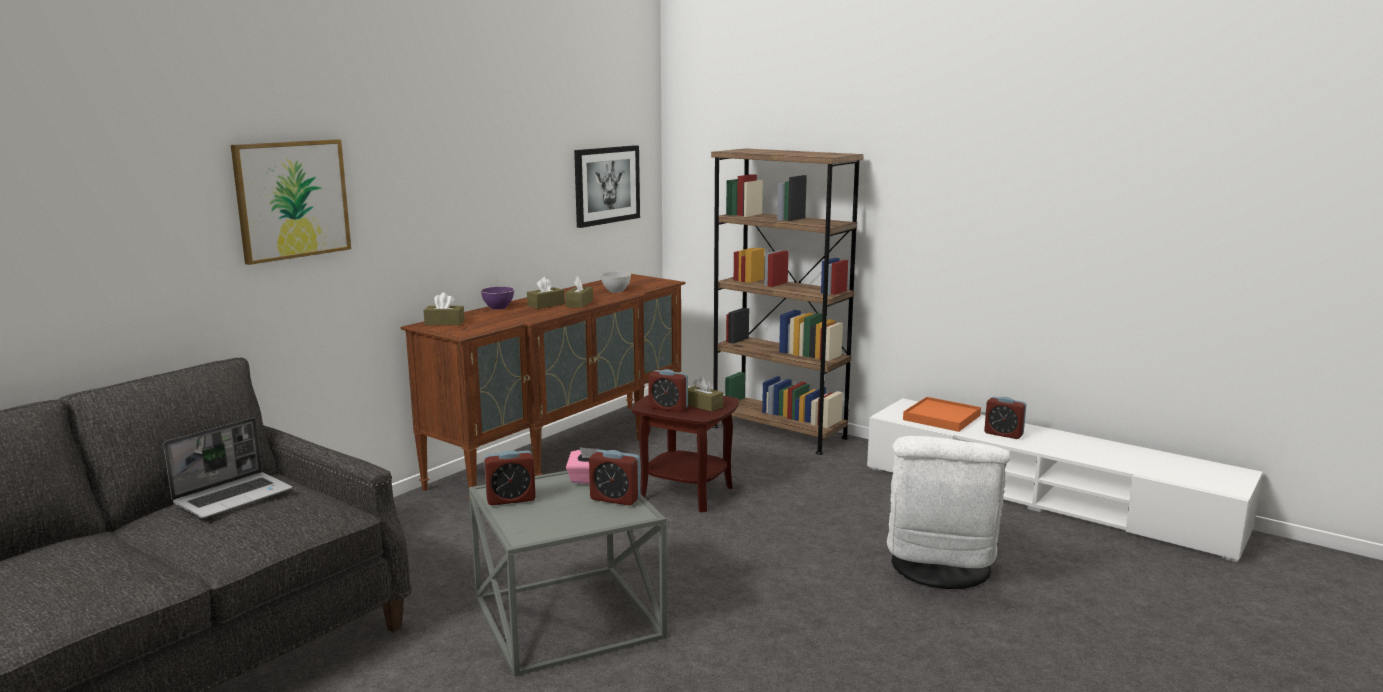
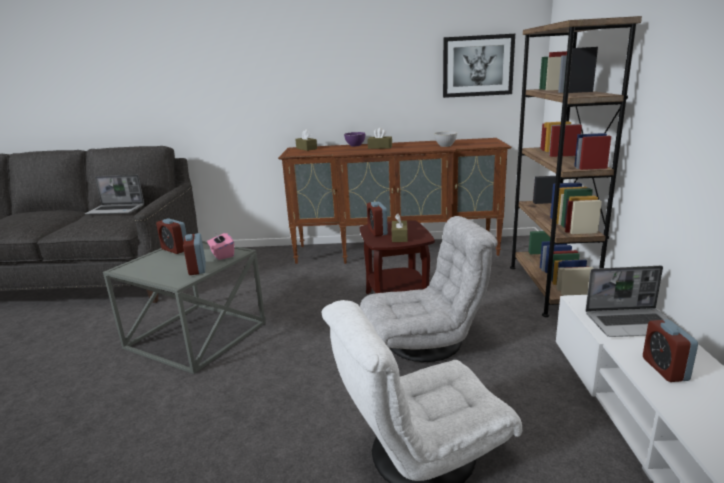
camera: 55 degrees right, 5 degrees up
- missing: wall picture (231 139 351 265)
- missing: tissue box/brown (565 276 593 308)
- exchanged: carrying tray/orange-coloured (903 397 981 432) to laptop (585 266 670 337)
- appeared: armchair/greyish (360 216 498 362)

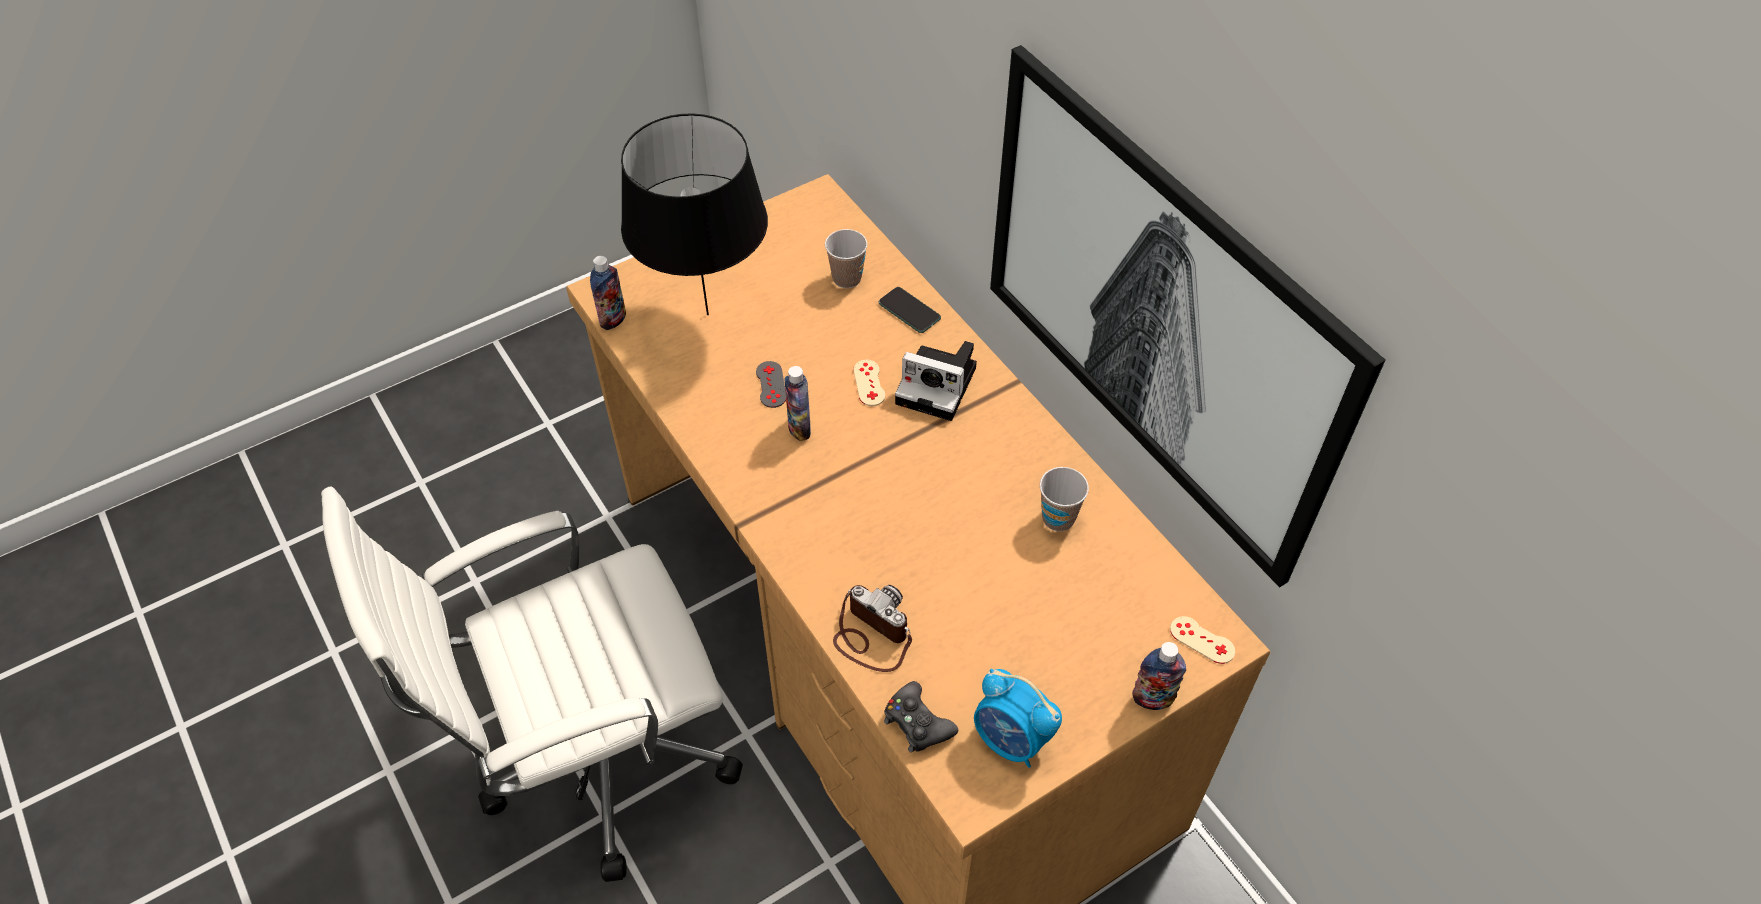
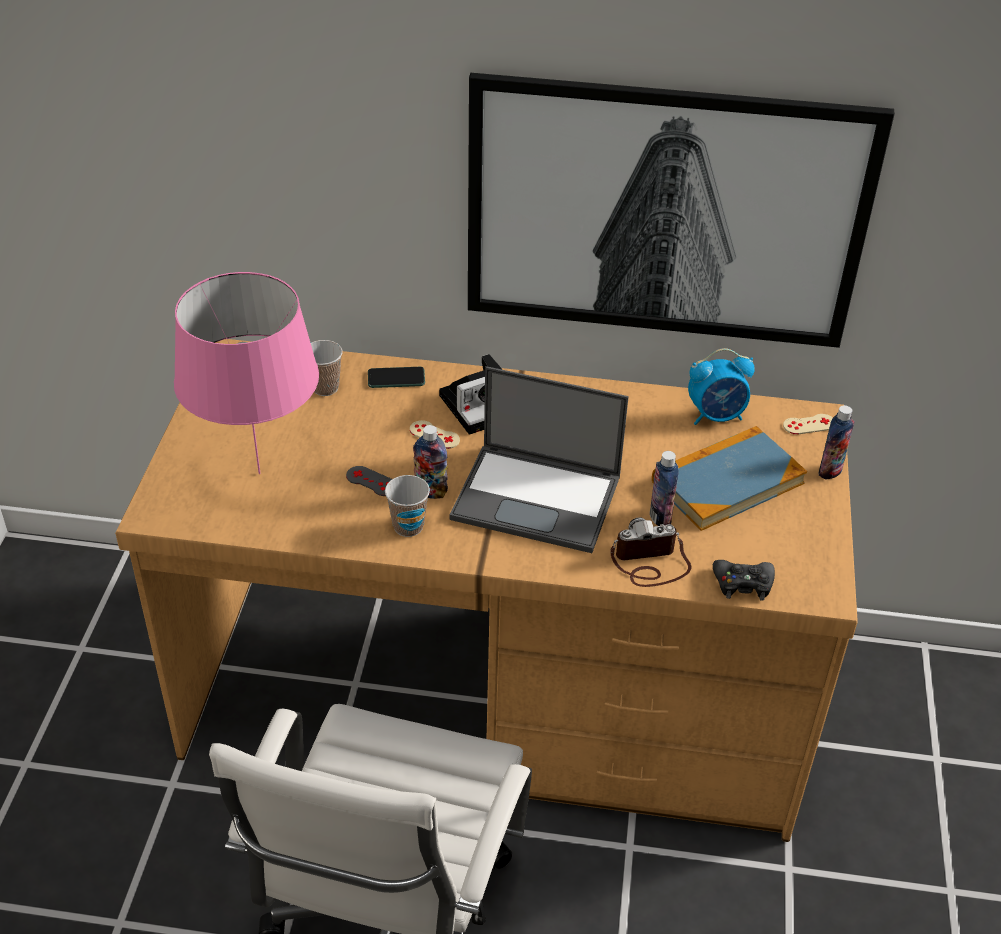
camera: 50 degrees left, 10 degrees down
- colour: table lamp/black-coloured (621 113 768 315) to table lamp/pinkish (174 272 319 474)
- relocated: bottle (590 256 626 330) to (650 451 679 526)
- relocated: cup (1040 467 1089 531) to (385 475 430 537)
- relocated: table clock (974 669 1062 768) to (688 348 755 425)
- appeared: laptop (450 366 629 553)
- appeared: volume (652 426 807 531)

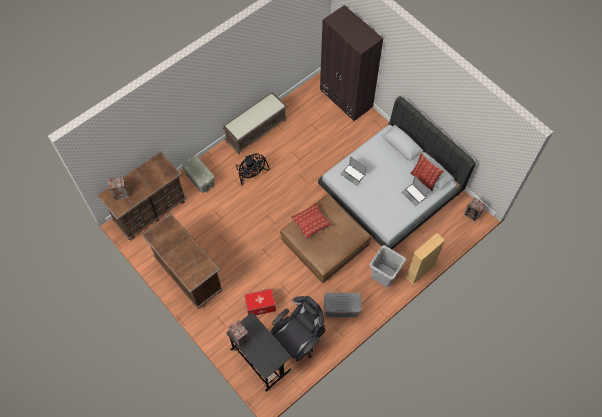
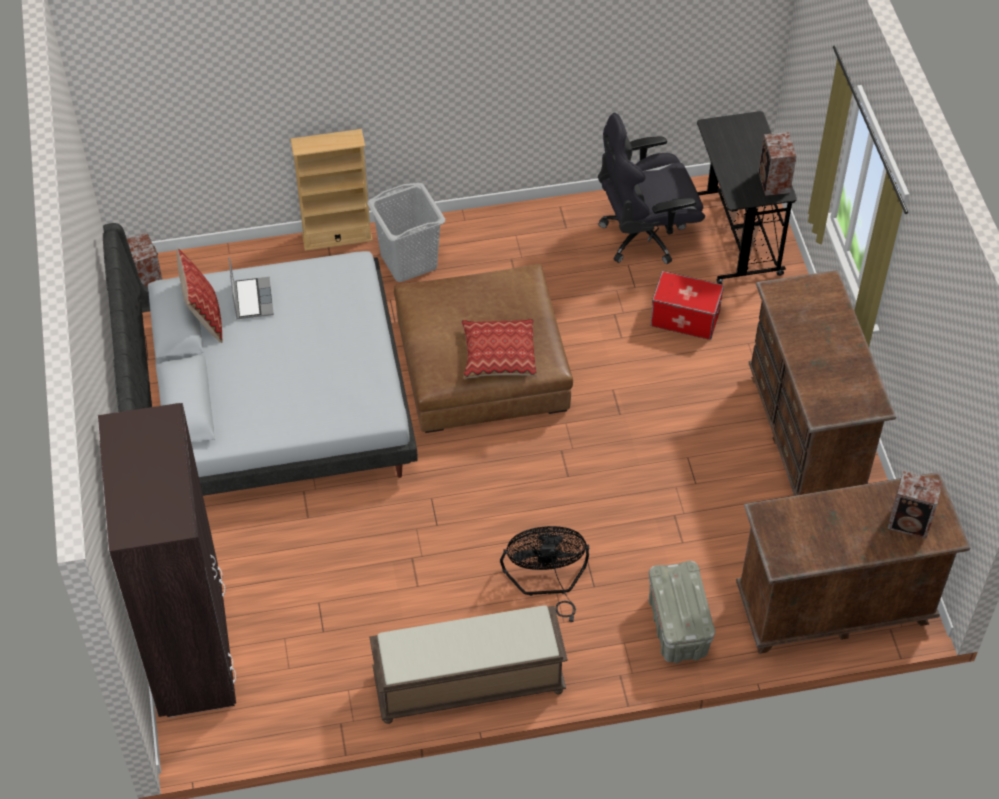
camera: 150 degrees left, 10 degrees down
- missing: laptop (340 156 367 186)
- missing: storage box/greyish (324 292 361 318)

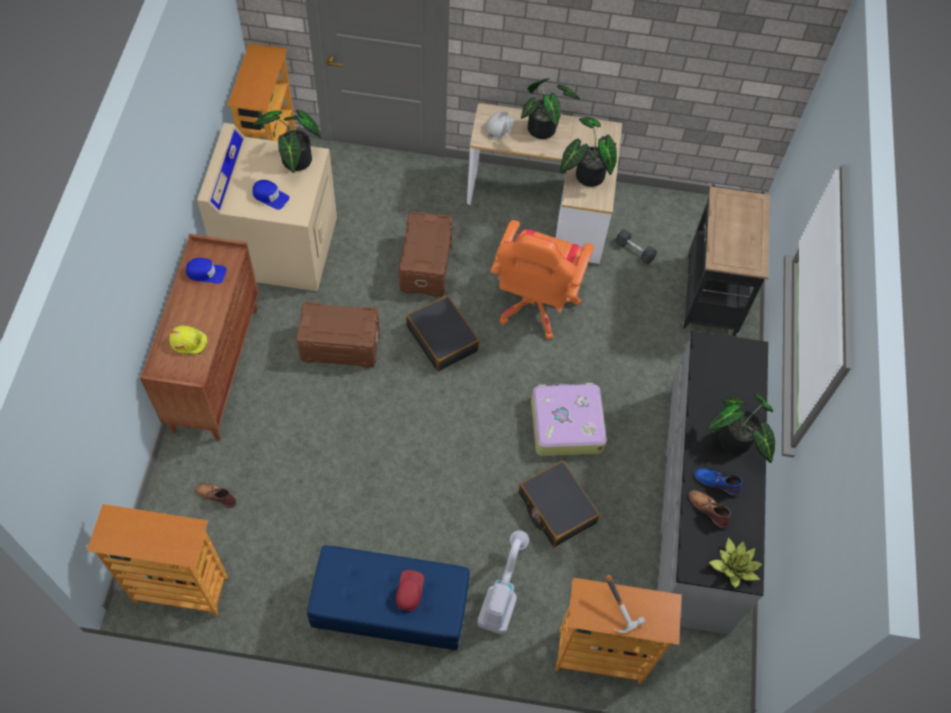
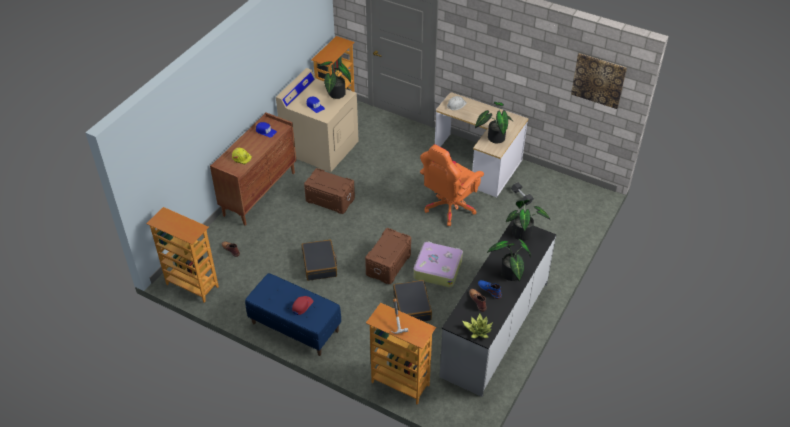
camera: 25 degrees right, 15 degrees down
- relocated: plant in a pot (521 78 580 139) to (506 199 551 241)
- missing: wheeled cart/black-coloured (682 184 770 336)
- relocated: storage box/brown (399 211 453 297) to (365 228 411 284)
- relocated: piece of luggage/black-coloured (406 295 480 371) to (302 239 337 281)
- missing: vacuum (477 530 529 634)
- appeared: wall picture (571 53 627 109)

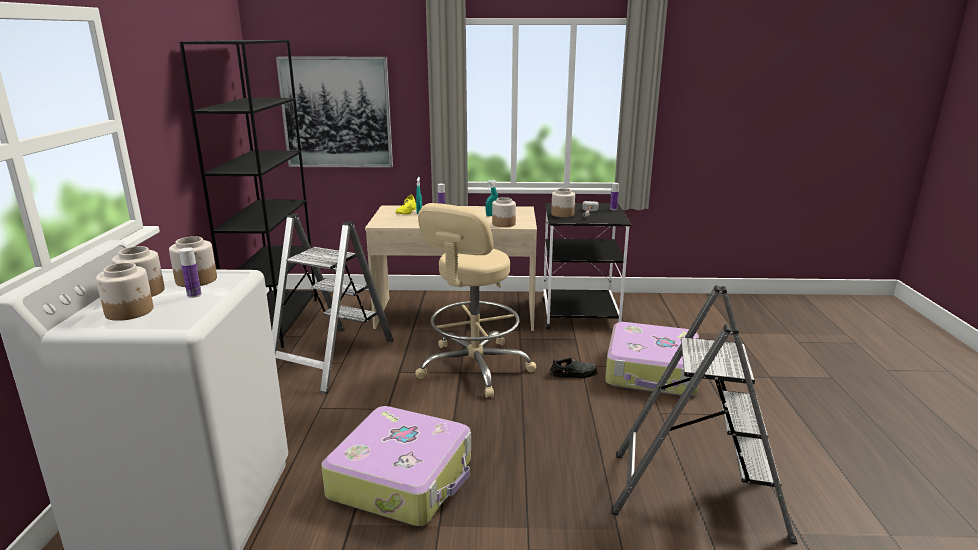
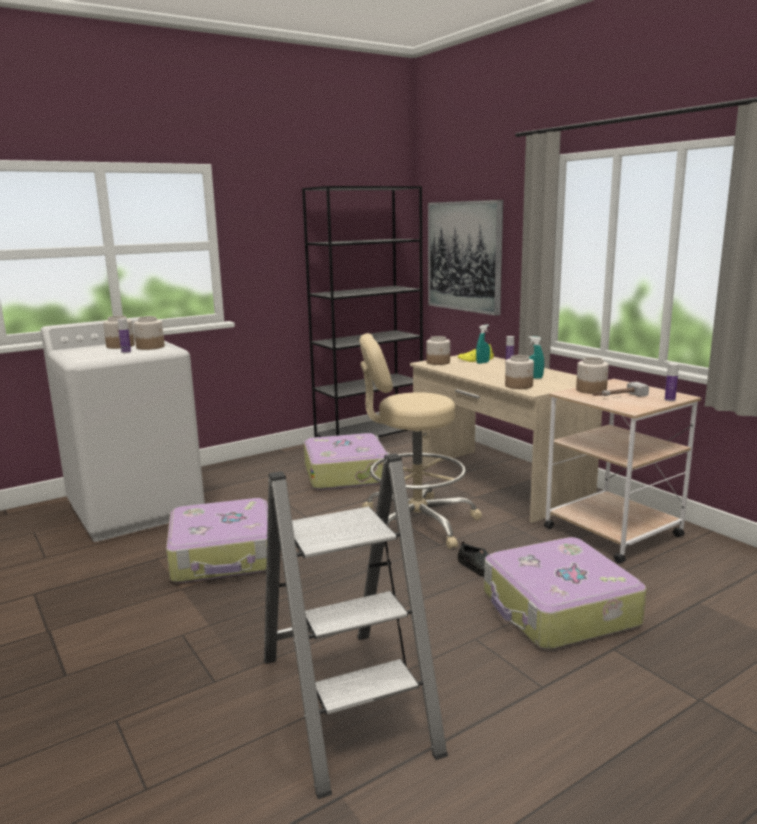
camera: 55 degrees right, 5 degrees down
- colour: wheeled cart/black-coloured (542 203 632 330) to wheeled cart/sand-coloured (544 379 701 564)
- exchanged: step stool/greyish (272 214 394 394) to piece of luggage (304 433 390 490)
- relocated: storage jar (96 263 154 321) to (426 336 450 365)

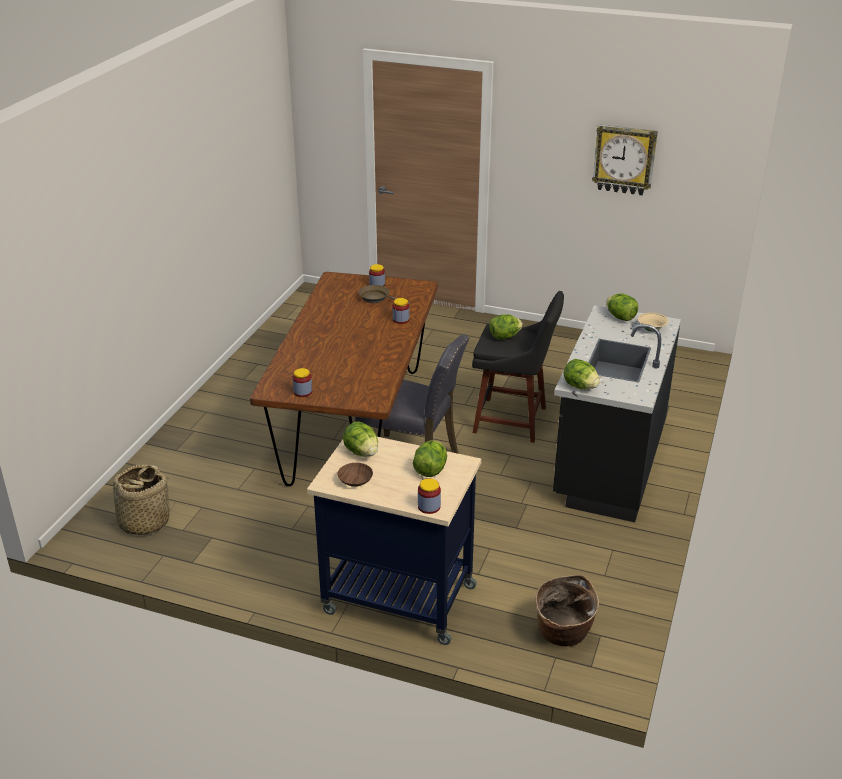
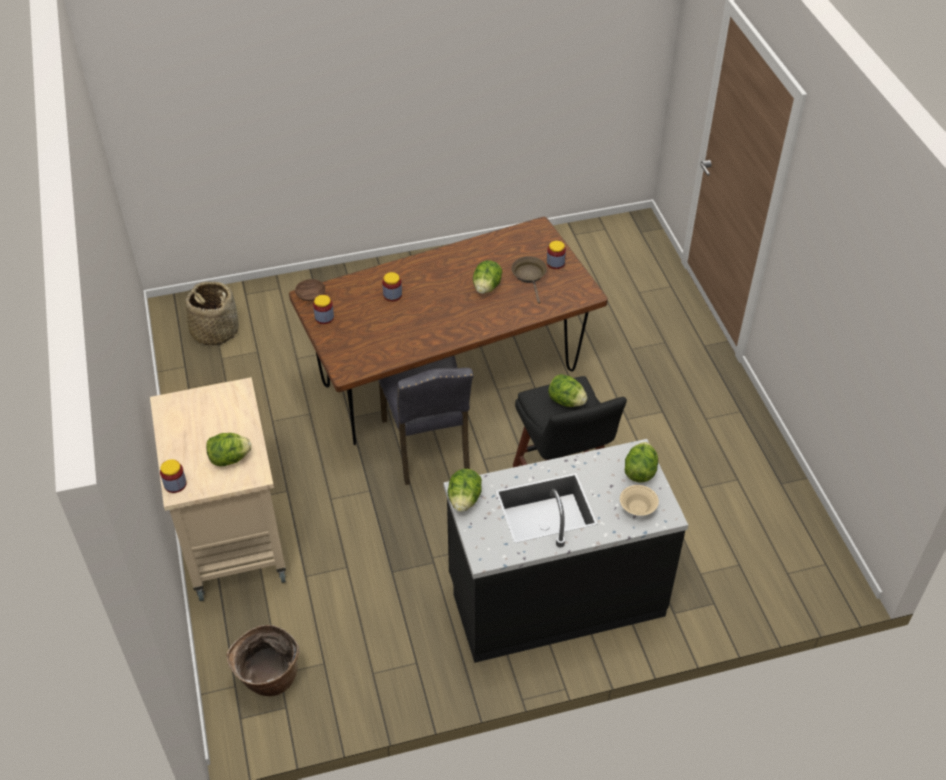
camera: 55 degrees right, 15 degrees up
- missing: wall clock (592 124 658 195)
- relocated: storage jar (393 298 409 324) to (382 272 402 301)
- relocated: lettuce (343 421 378 457) to (473 260 502 294)
- colour: wheeled cart/blue (307 437 481 645) to wheeled cart/sand-coloured (150 377 286 601)
- relocated: serving bowl/brown (338 463 373 487) to (295 279 325 301)

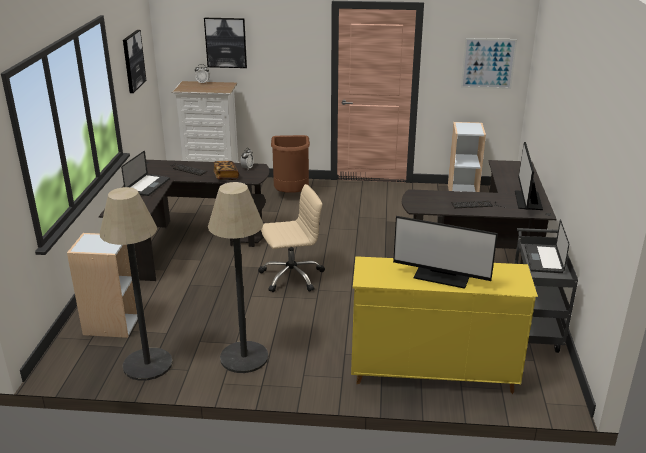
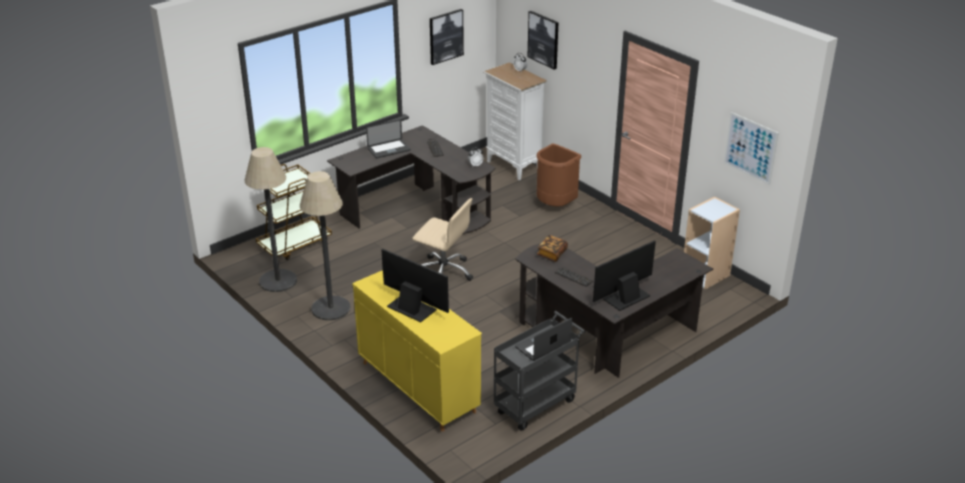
camera: 45 degrees right, 5 degrees up
- relocated: volume (214 161 239 180) to (537 235 568 262)
- spun: computer display (393 216 498 289) = (381 249 449 322) 150 degrees clockwise
- exchanged: bookcase (67 233 138 338) to wheeled cart/brown (256 164 332 260)

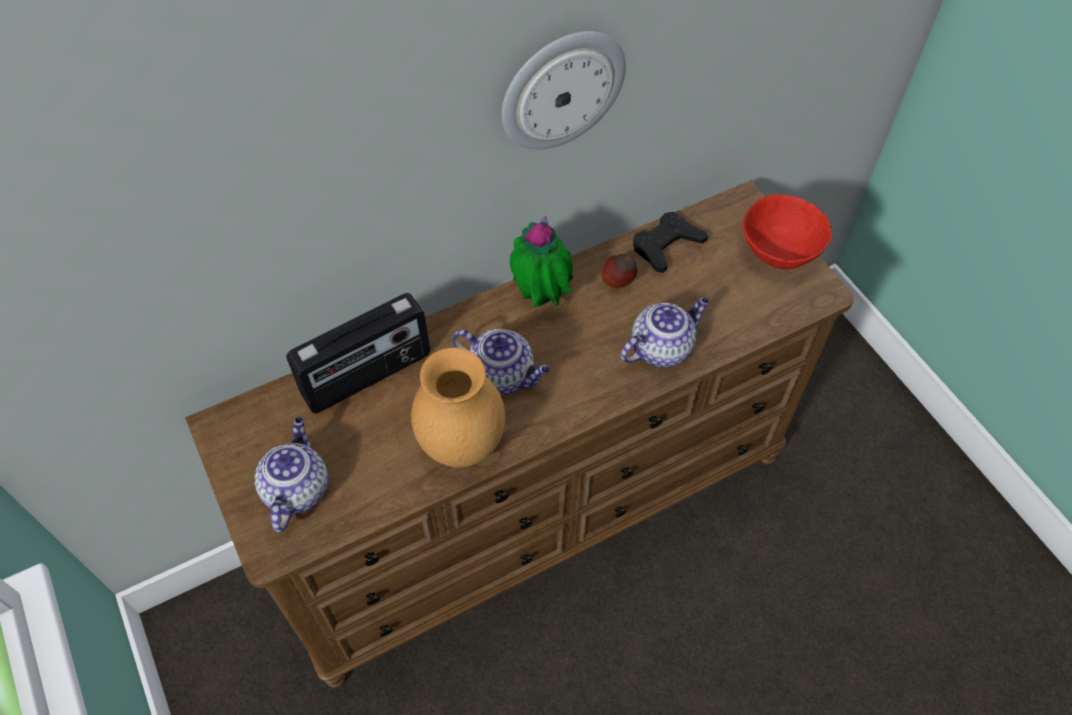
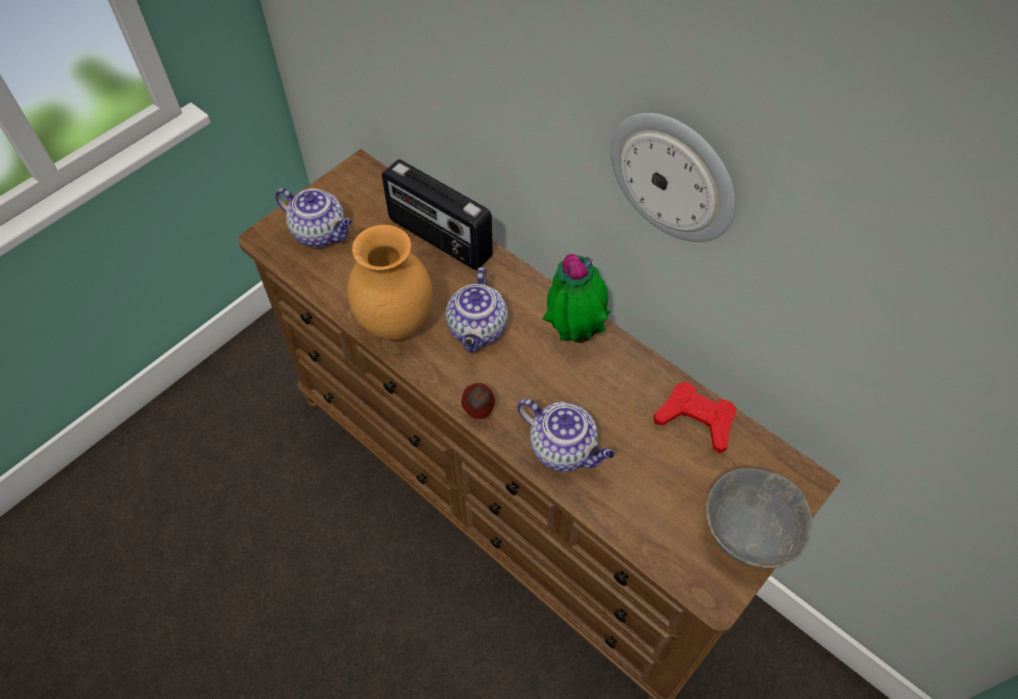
camera: 70 degrees right, 0 degrees up
- colour: serving bowl/red (743 194 832 269) to serving bowl/greyish (706 468 813 568)
- colour: gamepad/black-coloured (633 212 708 273) to gamepad/red (653 382 736 454)
- relocated: apple fruit (602 254 637 289) to (461 383 495 419)
- spun: tea pot (255 417 328 532) = (275 188 352 247) 45 degrees clockwise

